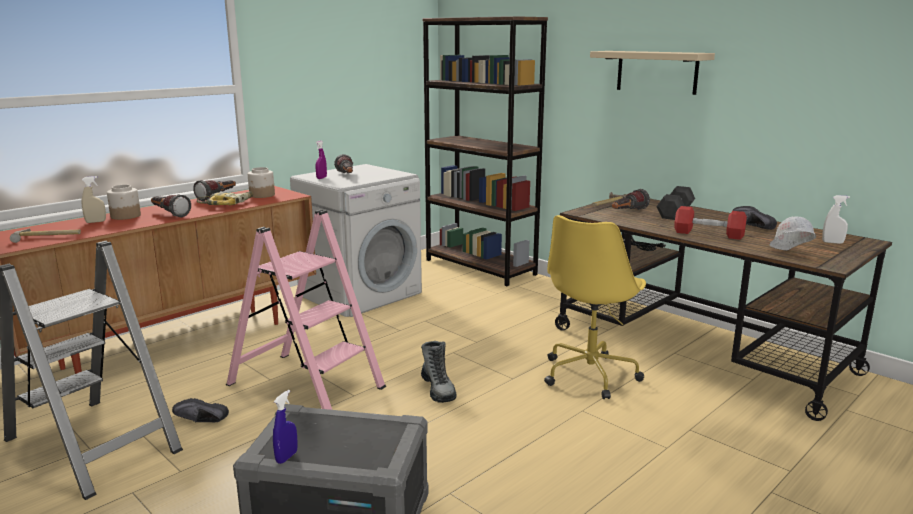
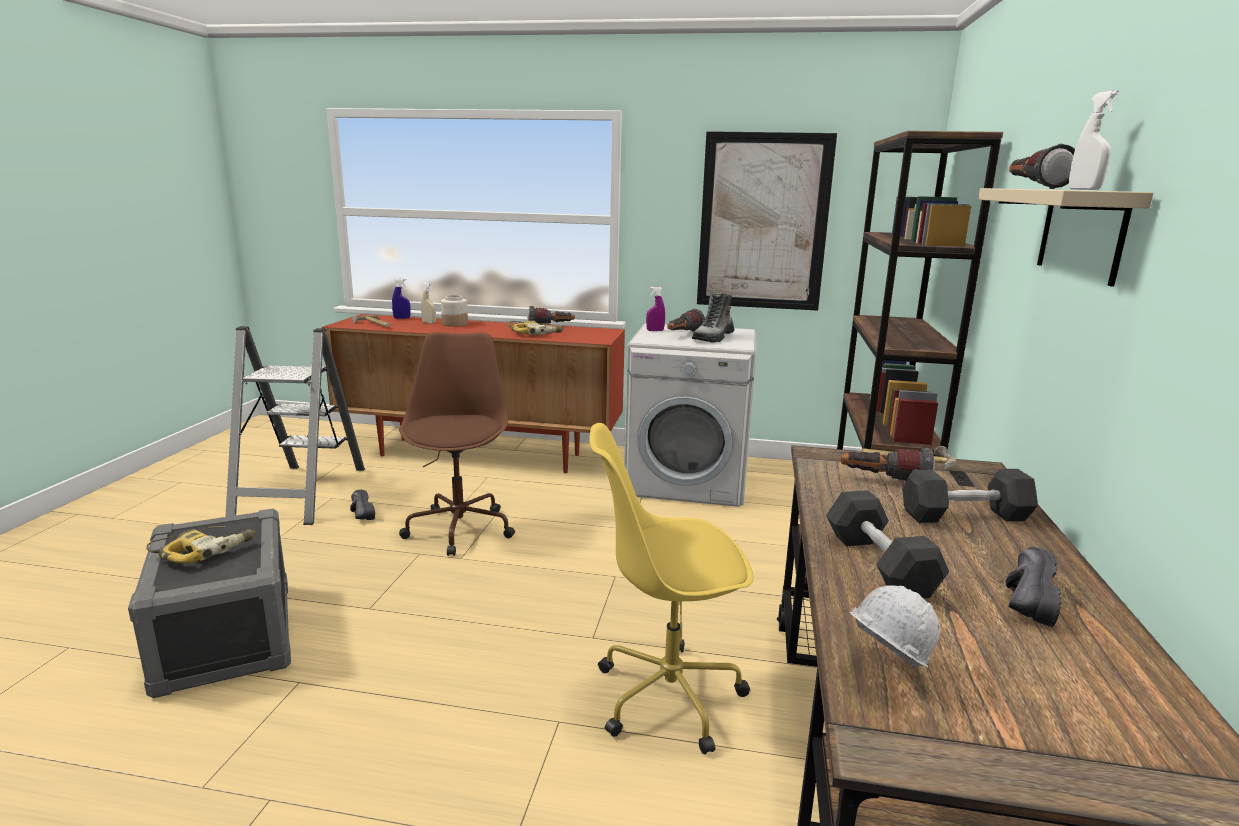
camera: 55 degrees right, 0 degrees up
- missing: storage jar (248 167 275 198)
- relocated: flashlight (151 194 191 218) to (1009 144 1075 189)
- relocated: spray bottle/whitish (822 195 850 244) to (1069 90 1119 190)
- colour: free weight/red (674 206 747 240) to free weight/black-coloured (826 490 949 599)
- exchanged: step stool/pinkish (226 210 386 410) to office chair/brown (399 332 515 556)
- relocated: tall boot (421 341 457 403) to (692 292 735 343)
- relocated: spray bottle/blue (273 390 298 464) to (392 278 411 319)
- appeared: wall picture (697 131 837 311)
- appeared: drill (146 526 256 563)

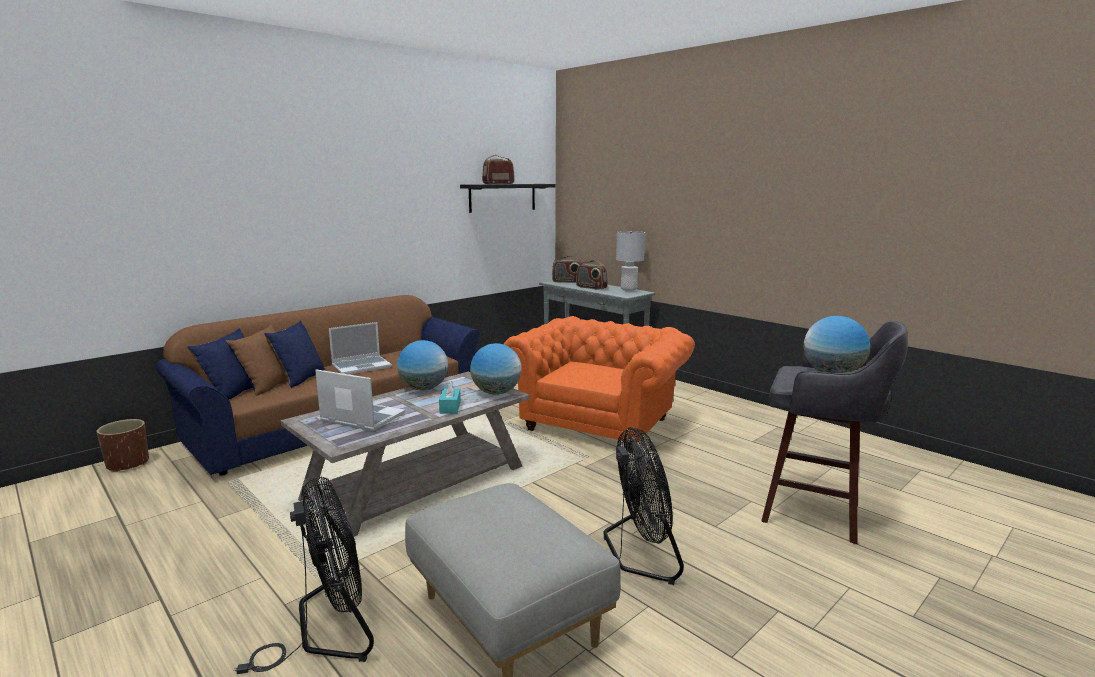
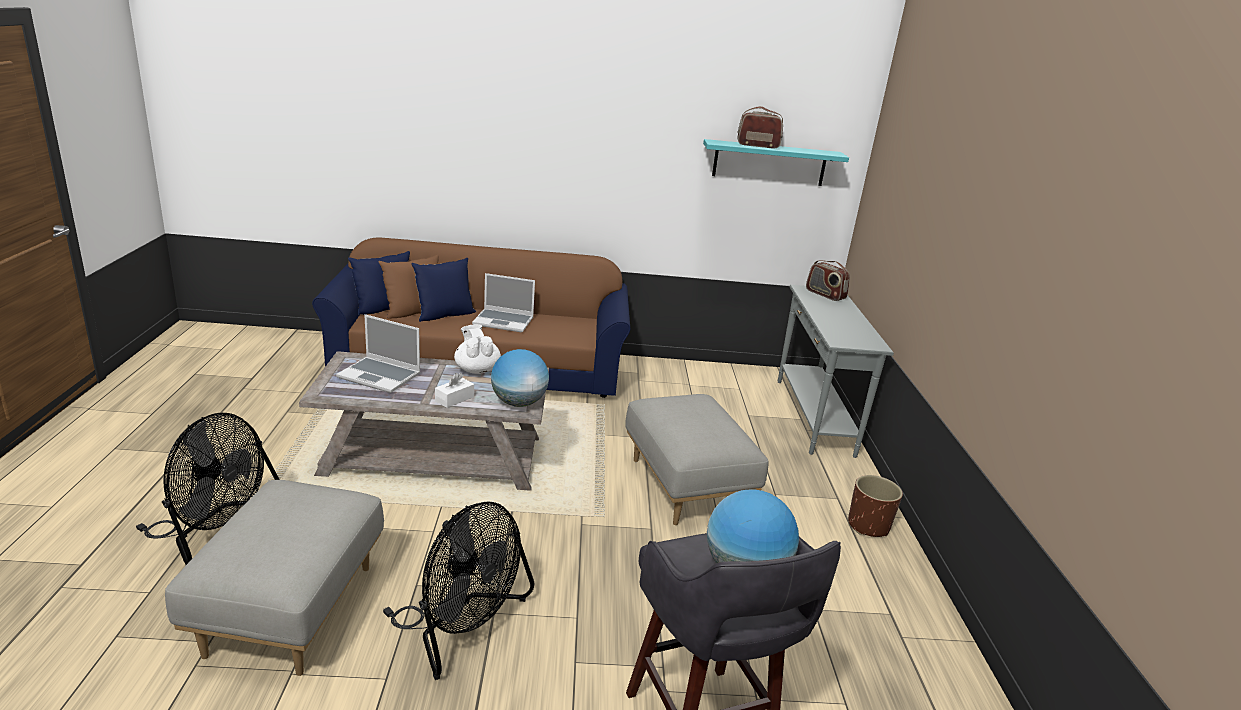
camera: 40 degrees right, 10 degrees up
- colour: bracket shelf/black-coloured (460 184 555 213) to bracket shelf/turquoise (703 139 849 186)
- missing: table lamp/greyish (616 231 645 291)
- missing: radio (576 260 608 290)
- exchanged: armchair/orange-coloured (504 316 695 453) to ottoman/greyish (625 394 769 525)
- exchanged: globe (397 340 448 391) to tea pot/whitish (454 324 501 374)
- spun: laptop (315 369 405 431) = (336 314 420 393) 135 degrees clockwise
- colour: tissue box/turquoise (439 381 461 414) to tissue box/whitish (435 373 474 408)
- relocated: flower pot/brown (96 419 149 472) to (848 475 903 537)

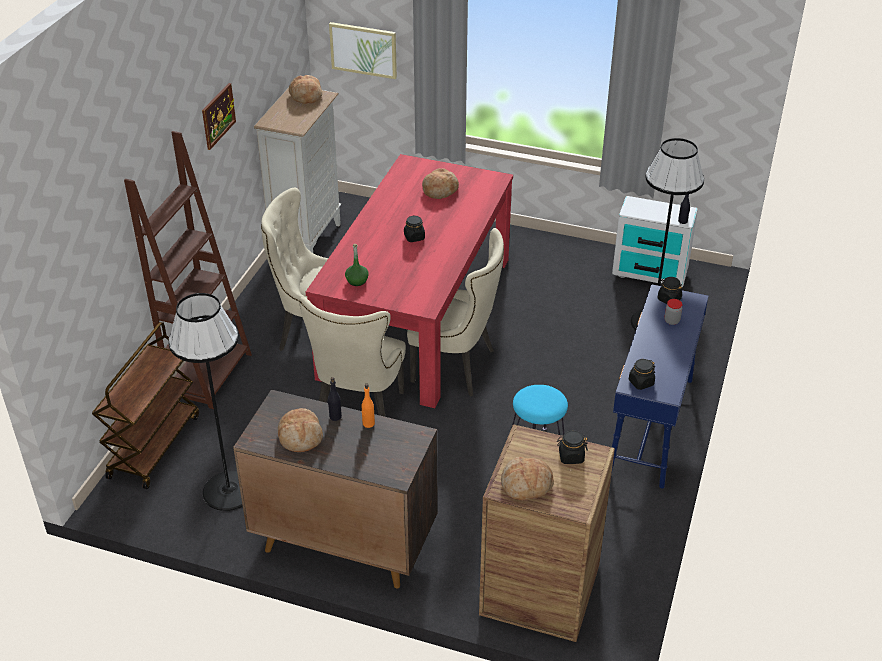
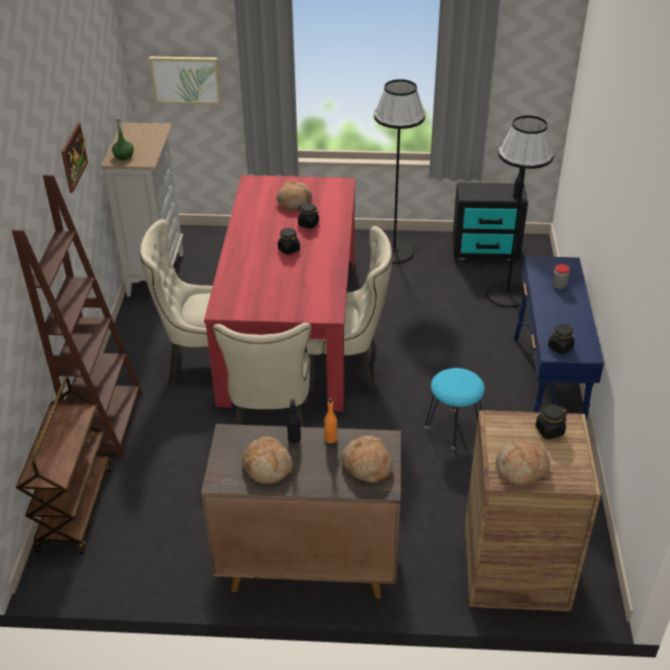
camera: 15 degrees left, 0 degrees up
- relocated: baked bread (289 75 322 104) to (341 436 393 483)
- colour: nightstand/whitish (612 196 698 287) to nightstand/black-coloured (452 183 528 260)
- relocated: bottle/greenish (345 244 369 286) to (112 118 134 160)
- relocated: storage jar/black-coloured (658 277 683 304) to (297 203 319 229)
- relocated: standard lamp/black-coloured (168 293 243 511) to (374 79 425 264)

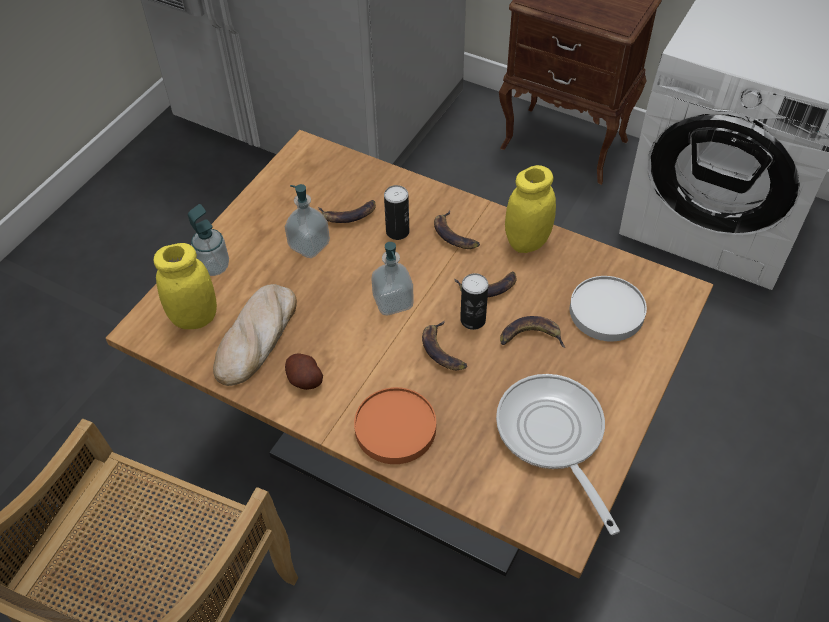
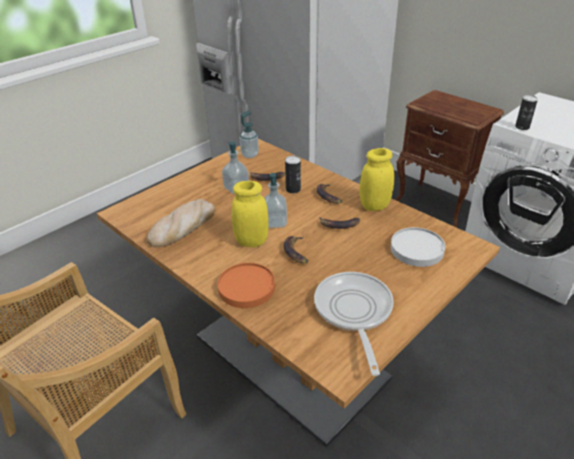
camera: 15 degrees right, 15 degrees down
- relocated: soap bottle (188 204 229 276) to (239 110 259 158)
- relocated: storage jar/yellowish (153 243 217 329) to (232 181 269 247)
- relocated: metal can (460 273 489 330) to (515 95 538 130)
- missing: whole banana (500 316 566 348)
- missing: potato (285 354 323 390)

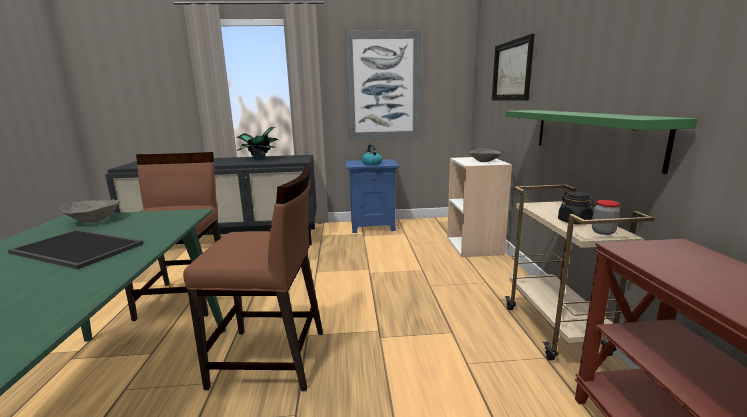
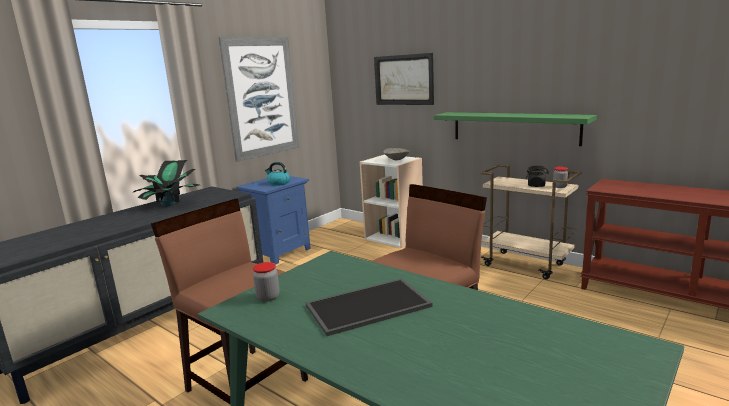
camera: 45 degrees left, 0 degrees up
- exchanged: serving bowl/greyish (60 199 120 223) to storage jar (253 262 279 302)

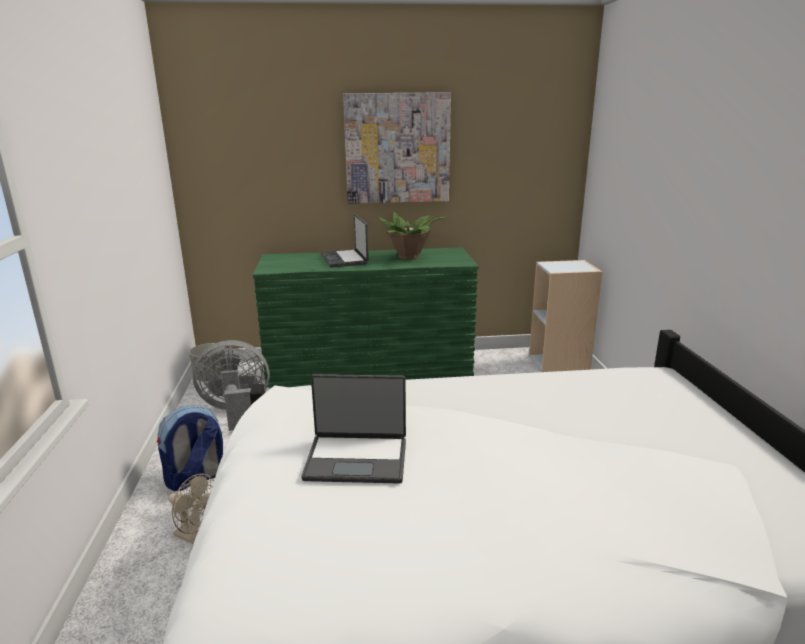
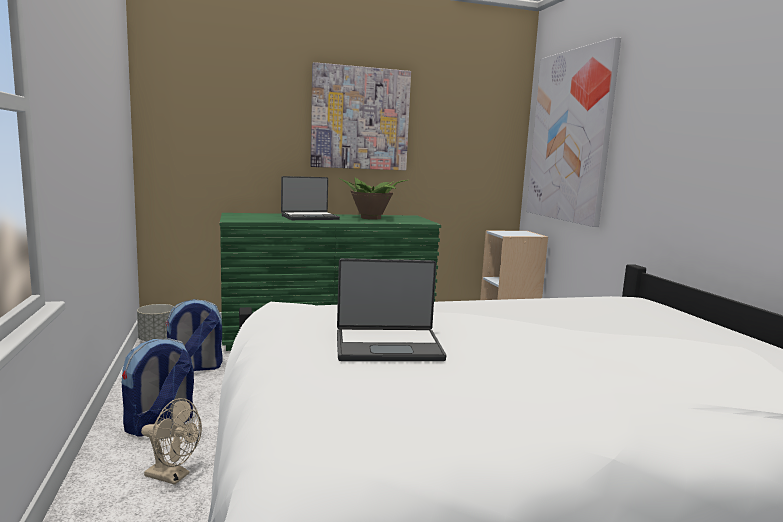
camera: 10 degrees left, 10 degrees down
- spun: laptop (321 215 369 268) = (281 176 340 220) 90 degrees counterclockwise
- exchanged: cooling fan/greyish (193 340 270 431) to backpack (165 299 223 371)
- appeared: wall picture (527 37 621 227)

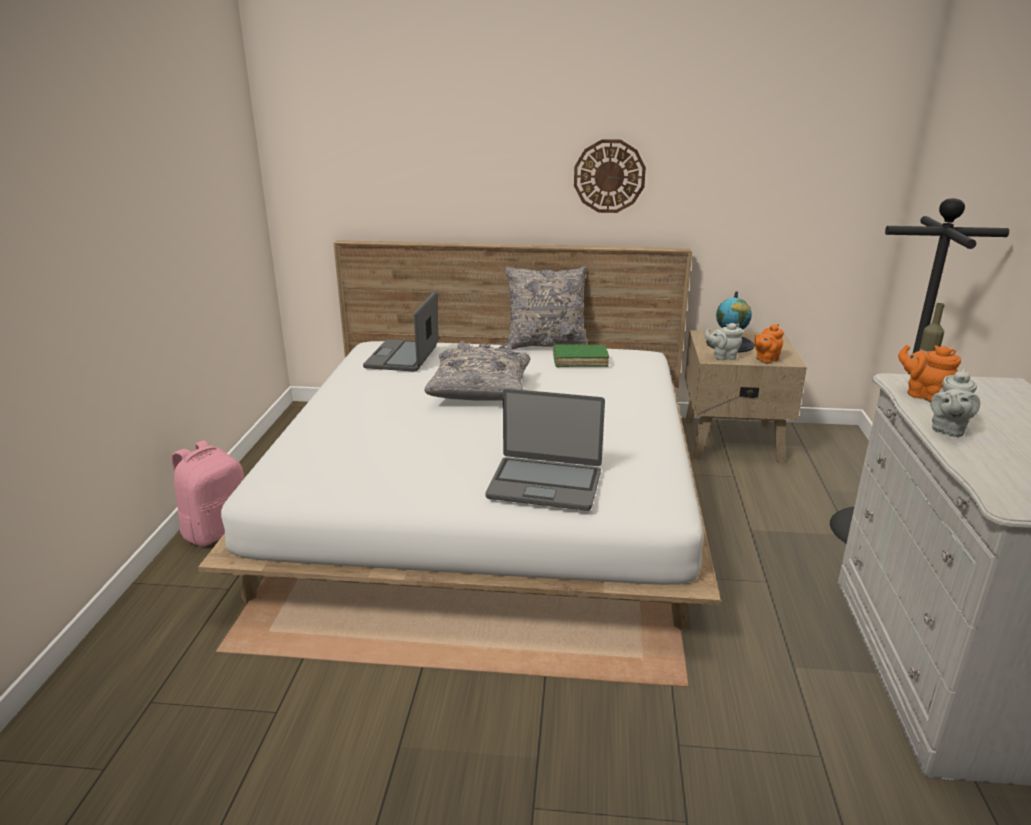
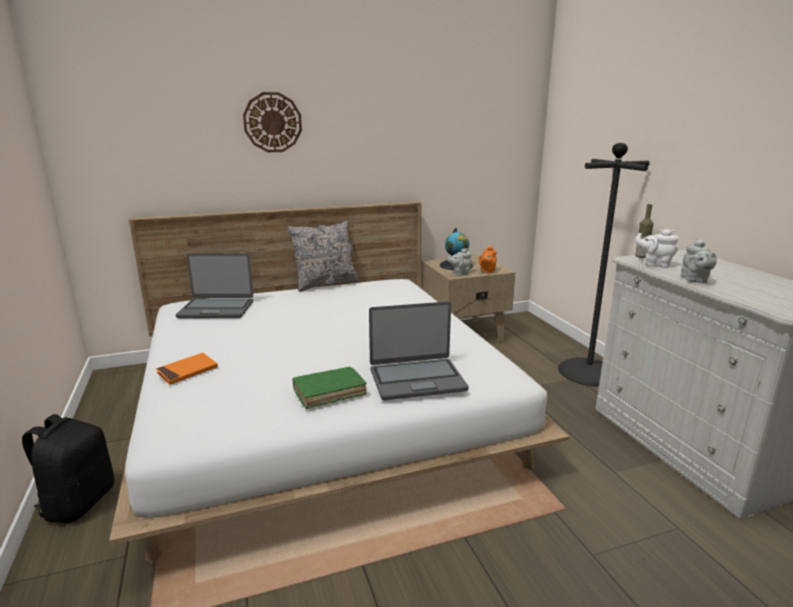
camera: 25 degrees left, 5 degrees down
- relocated: wall clock (574 139 646 213) to (243 92 302 152)
- spun: laptop (363 291 439 372) = (176 254 253 318) 75 degrees counterclockwise
- missing: cushion/greyish (425 341 530 401)
- relocated: volume/greenish (553 344 609 367) to (292 367 367 409)
- colour: tea pot/orange-coloured (898 345 961 402) to tea pot/whitish (635 229 679 268)
- colour: backpack/pinkish (171 440 244 546) to backpack/black-coloured (22 414 114 523)
- appeared: volume/orange-coloured (156 353 218 385)

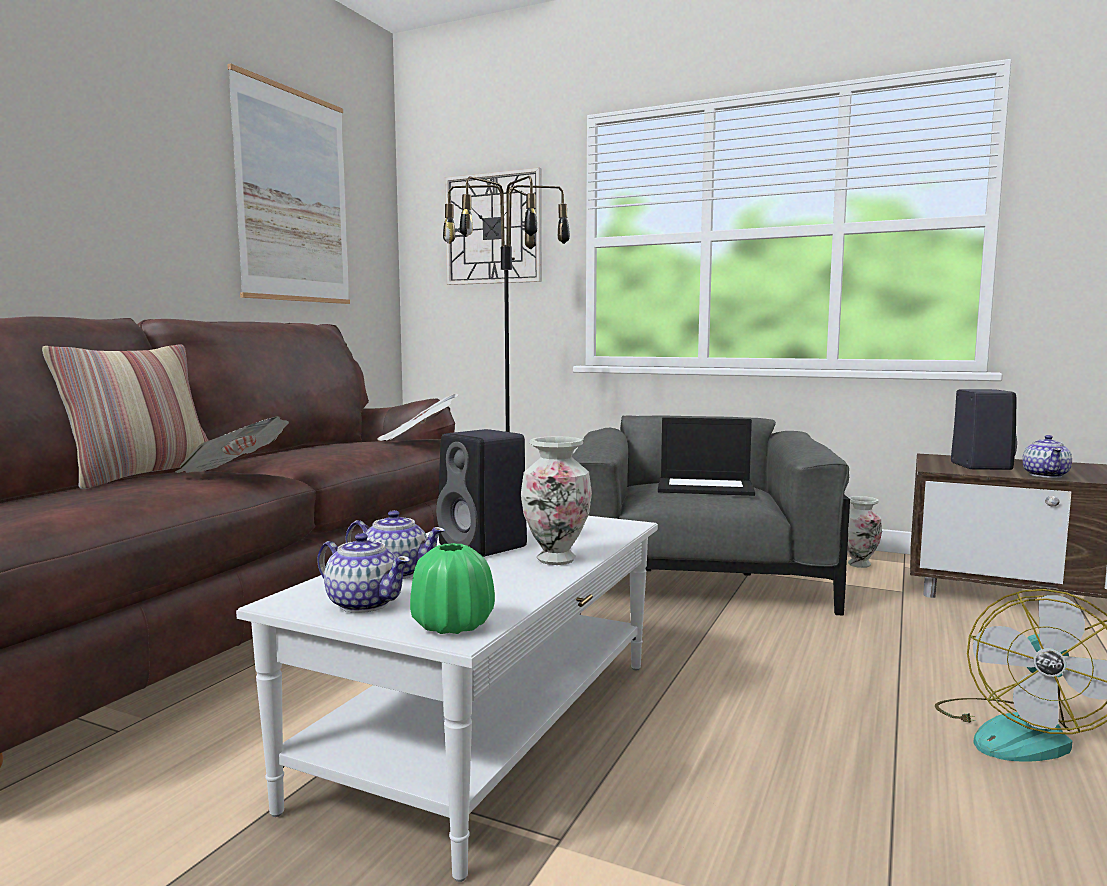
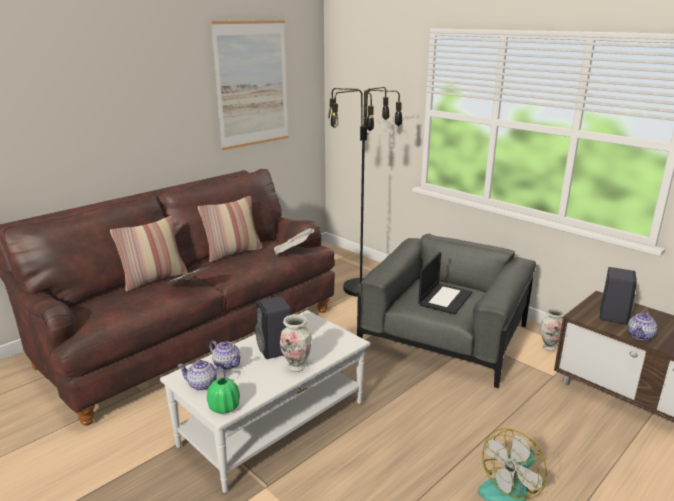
camera: 20 degrees right, 15 degrees up
- missing: wall clock (445 167 542 285)
- spun: laptop (658 417 755 496) = (418 252 472 315) 90 degrees counterclockwise
- spun: tea pot (317 533 410 613) = (177 360 226 391) 135 degrees clockwise
- appeared: cushion (198 196 262 262)

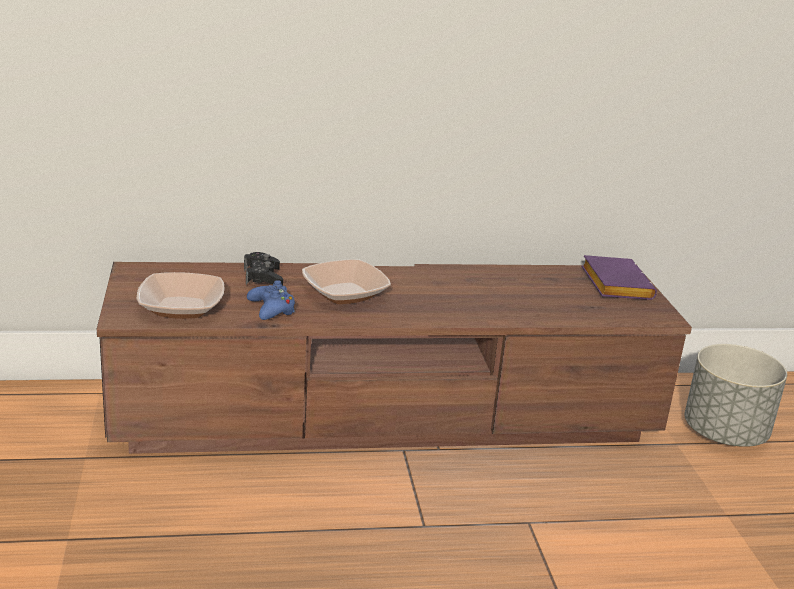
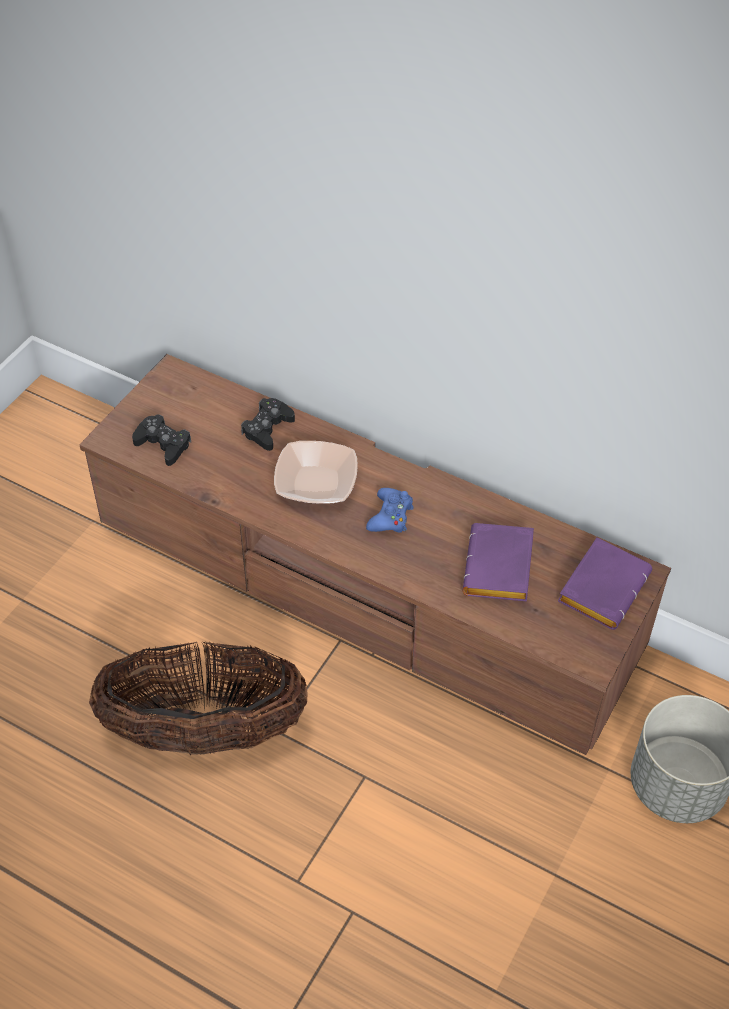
camera: 40 degrees right, 25 degrees up
- exchanged: serving bowl (137 272 224 319) to gamepad/black-coloured (132 414 191 466)
- relocated: gamepad/blue (247 280 295 320) to (366 488 414 532)
- appeared: volume/purple (463 523 534 601)
- appeared: storage basket (89 641 308 755)

